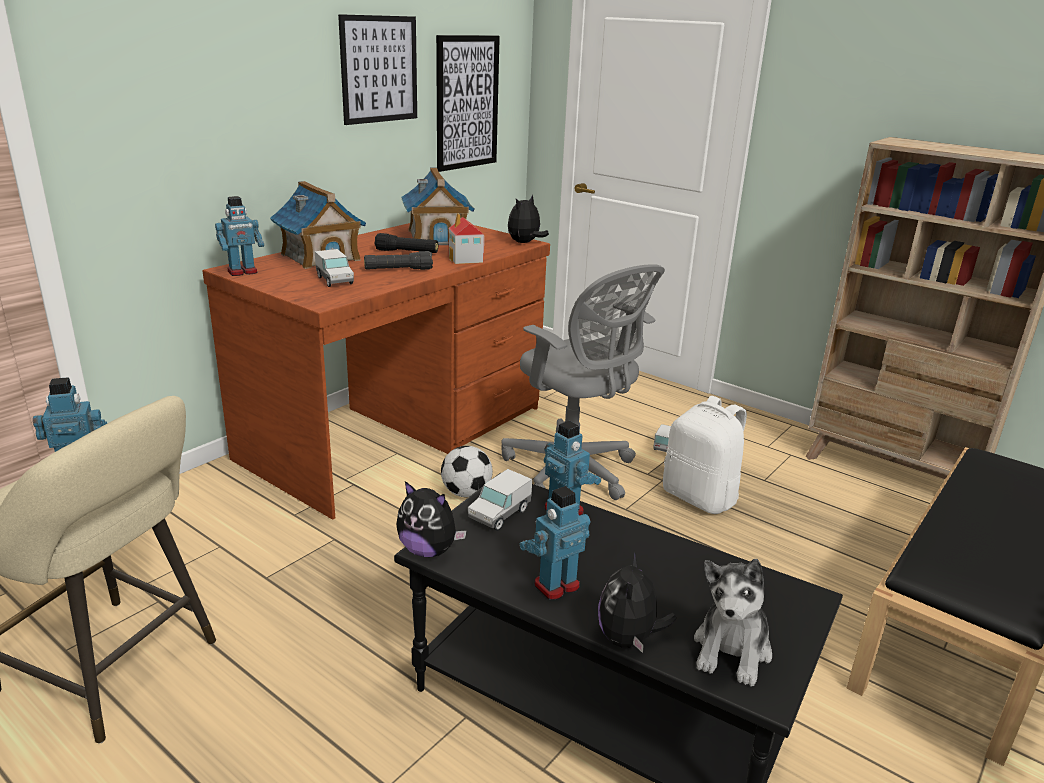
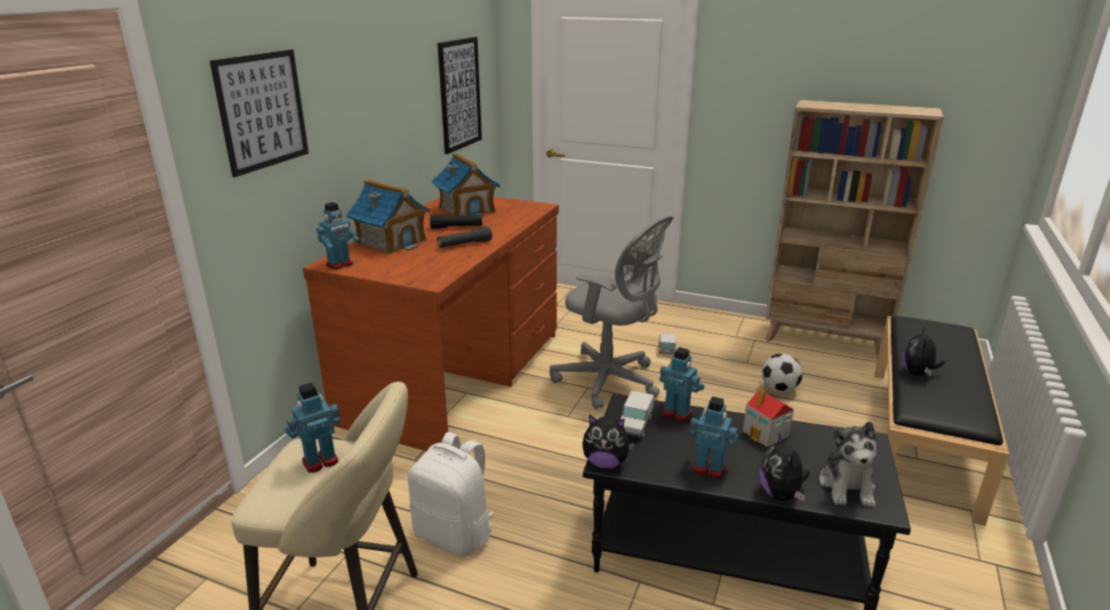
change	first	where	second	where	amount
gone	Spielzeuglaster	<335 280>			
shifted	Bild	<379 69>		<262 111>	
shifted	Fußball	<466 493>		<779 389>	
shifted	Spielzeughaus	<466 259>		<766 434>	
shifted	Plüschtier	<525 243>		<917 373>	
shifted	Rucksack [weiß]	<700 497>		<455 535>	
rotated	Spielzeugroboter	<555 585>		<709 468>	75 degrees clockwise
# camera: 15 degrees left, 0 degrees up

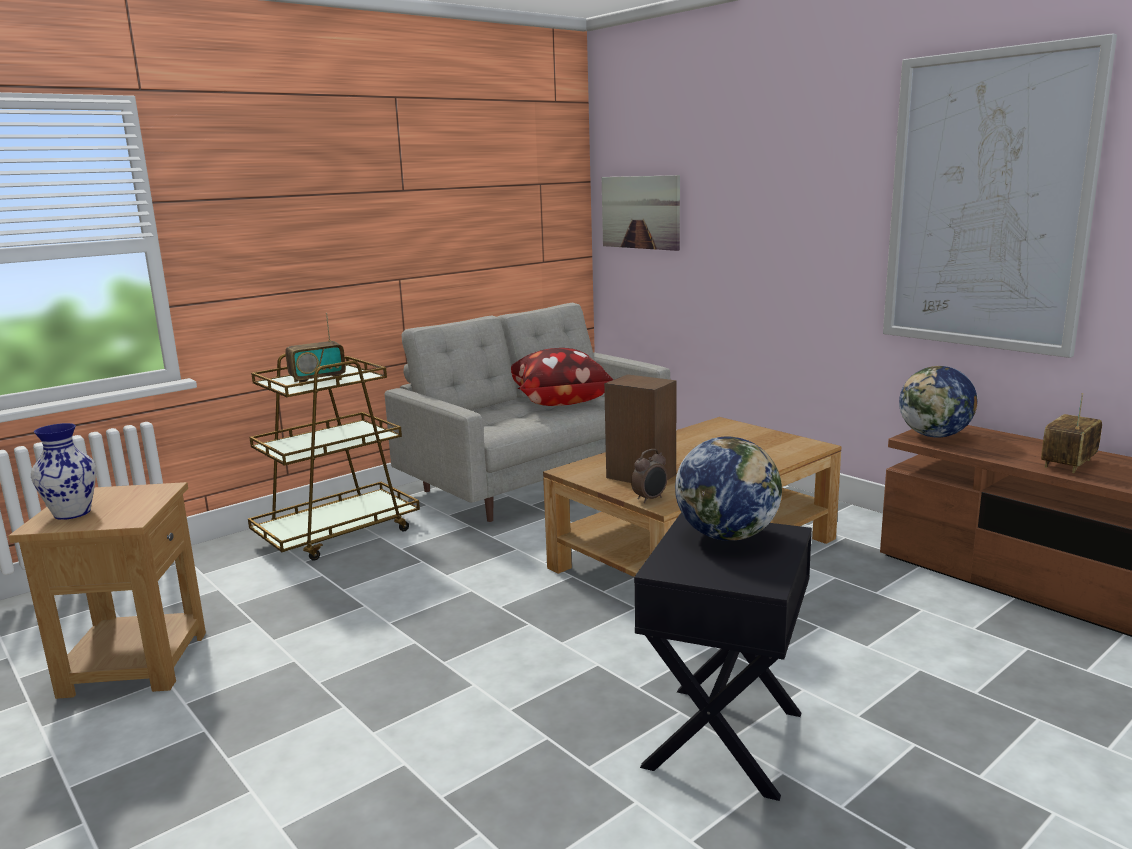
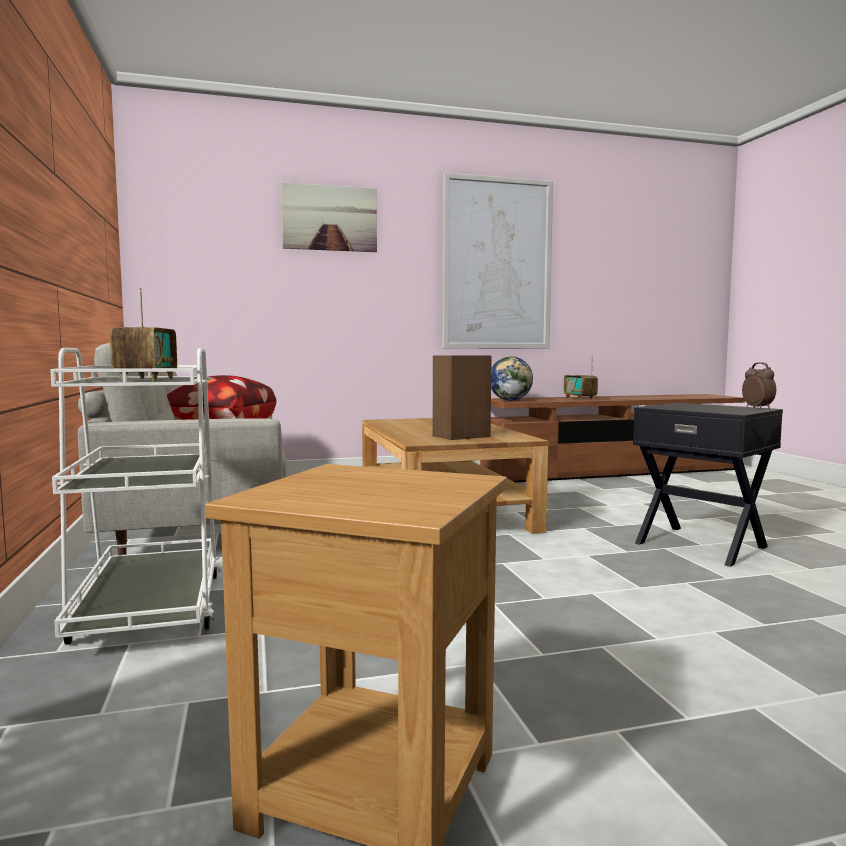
change	first	where	second	where	amount
gone	Vase	<71 513>			
gone	Globus	<727 536>			
shifted	Bild	<640 212>		<329 218>	
shifted	Wecker	<650 499>		<758 408>	
repainted	Rollwagen [braun]	<338 534>	Rollwagen [weiß]	<150 609>	
# camera: 65 degrees left, 10 degrees down

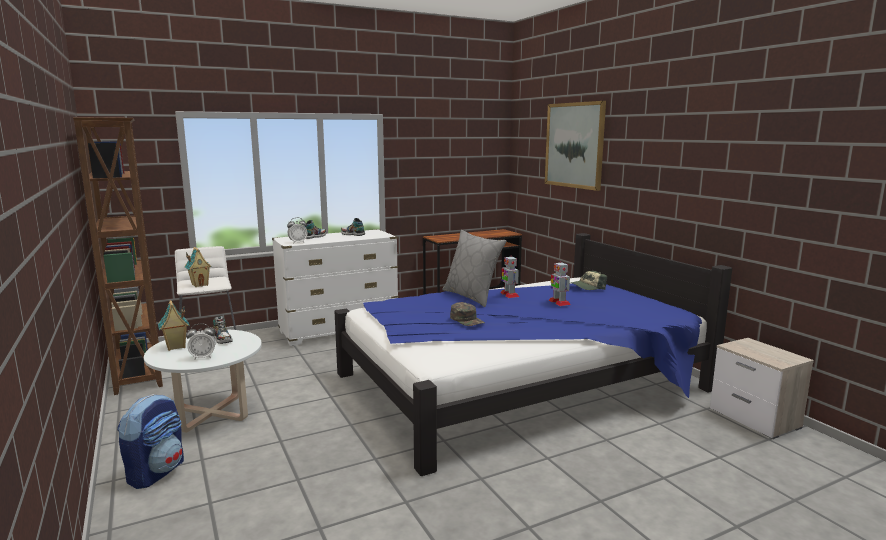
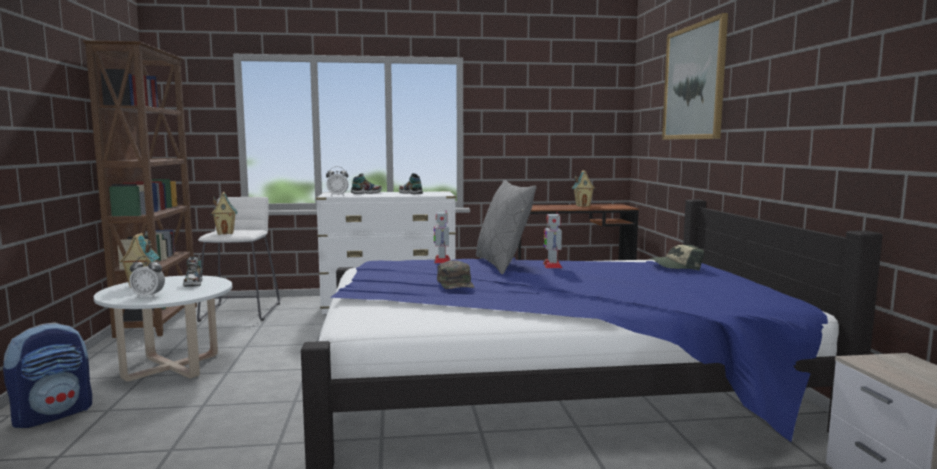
change	first	where	second	where	amount
new			Spielzeughaus	<583 206>	
shifted	Spielzeugroboter	<559 302>		<442 260>	
# camera: 20 degrees right, 5 degrees down

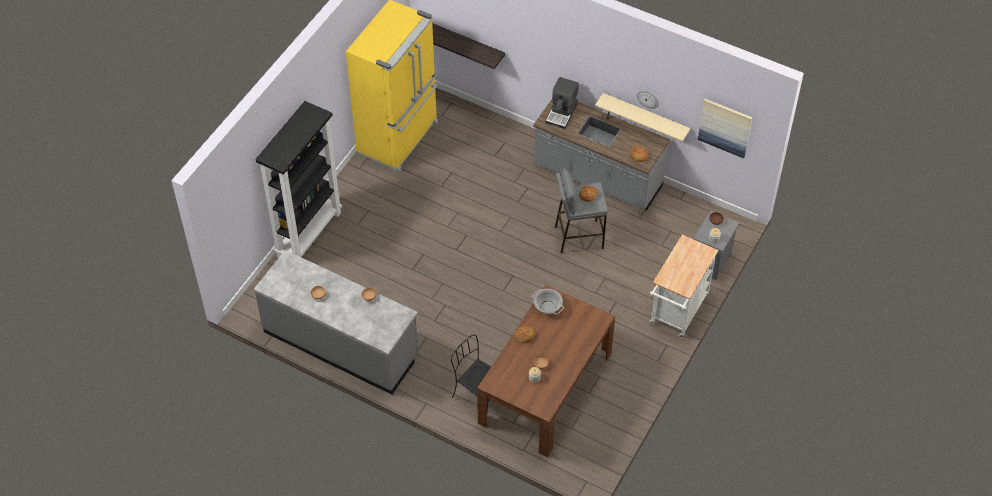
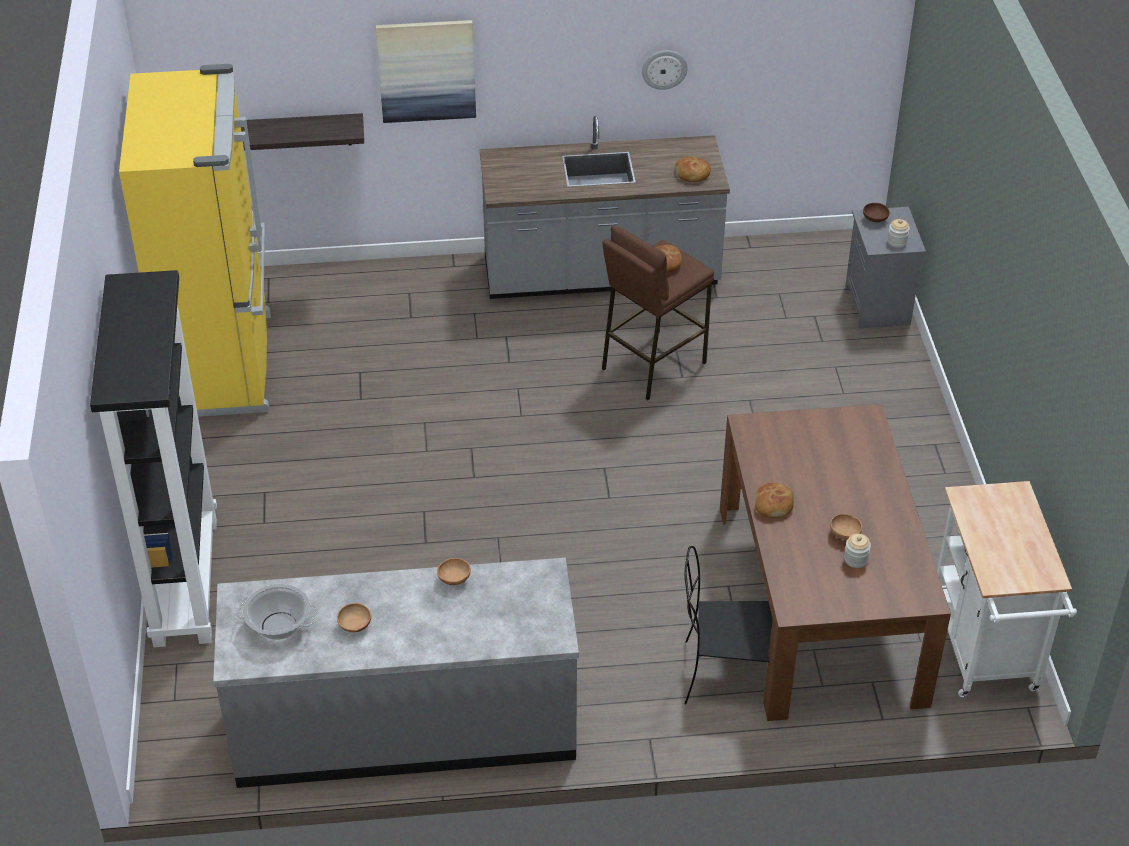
change	first	where	second	where	amount
gone	Kaffeemaschine	<562 113>			
gone	Wandregal [beige]	<645 116>			
shifted	Kochtopf	<547 307>		<278 626>	
shifted	Rollwagen [weiß]	<677 313>		<985 652>	
shifted	Bild	<725 127>		<426 70>	
repainted	Hocker [grau]	<578 237>	Hocker [braun]	<652 365>	
# camera: 35 degrees left, 10 degrees down

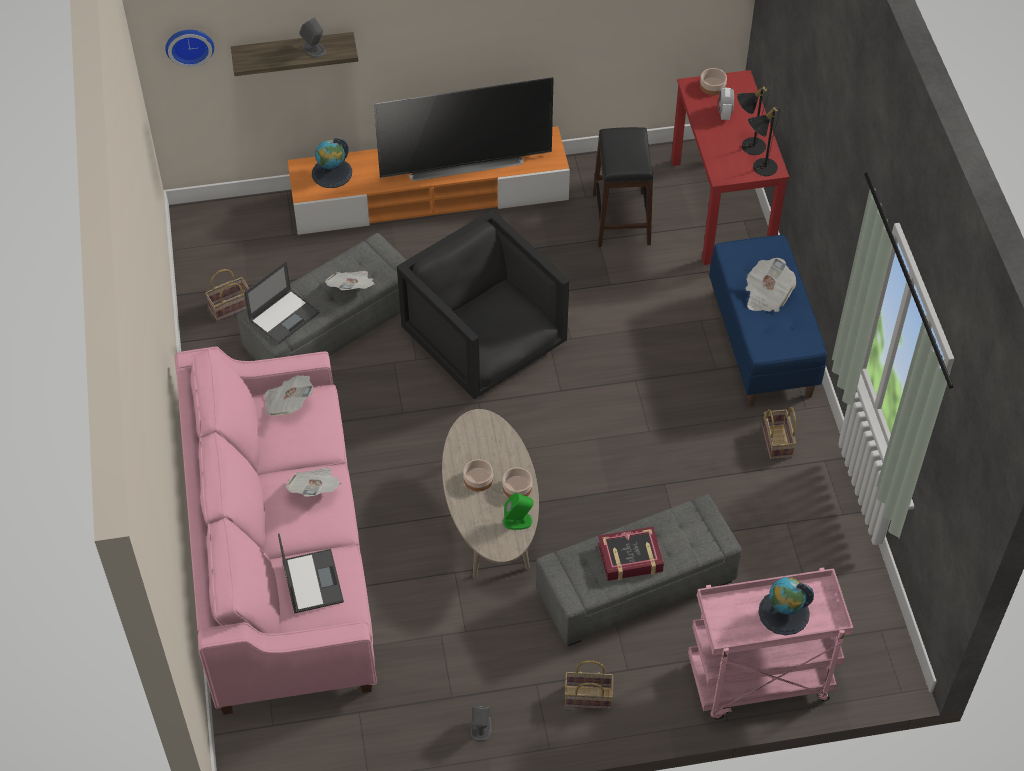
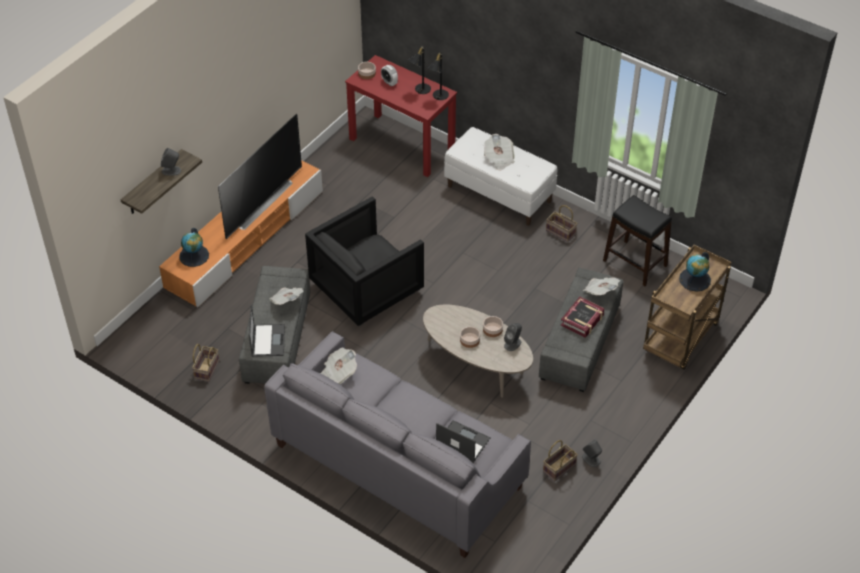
change	first	where	second	where	amount
gone	Wanduhr	<189 45>			
shifted	Zeitung	<315 490>		<600 291>	
shifted	Korb	<586 698>		<559 469>	
shifted	Hocker [schwarz]	<620 219>		<635 263>	
repainted	Sofa [rosa]	<281 558>	Sofa [grau]	<398 465>	
repainted	Lautsprecher [grün]	<518 521>	Lautsprecher [grau]	<512 344>	
repainted	Rollwagen [rosa]	<758 682>	Rollwagen [braun]	<681 340>	
repainted	Bank [blau]	<762 343>	Bank [weiß]	<500 193>	
rotated	Sessel [schwarz]	<485 342>		<367 288>	45 degrees counterclockwise
# camera: 45 degrees left, 5 degrees down

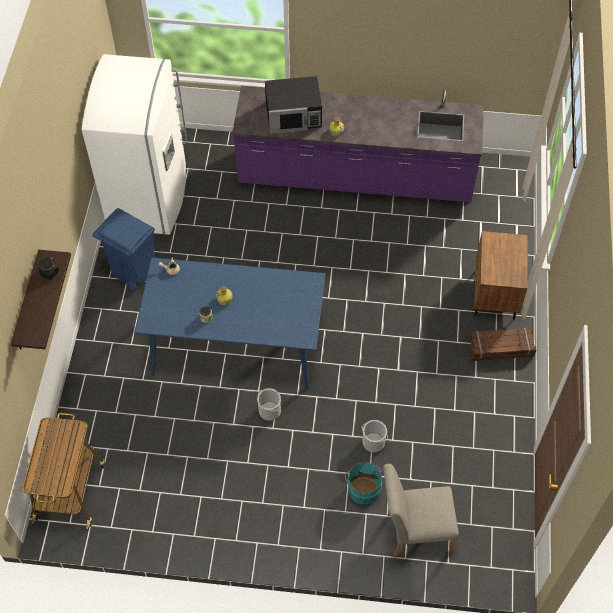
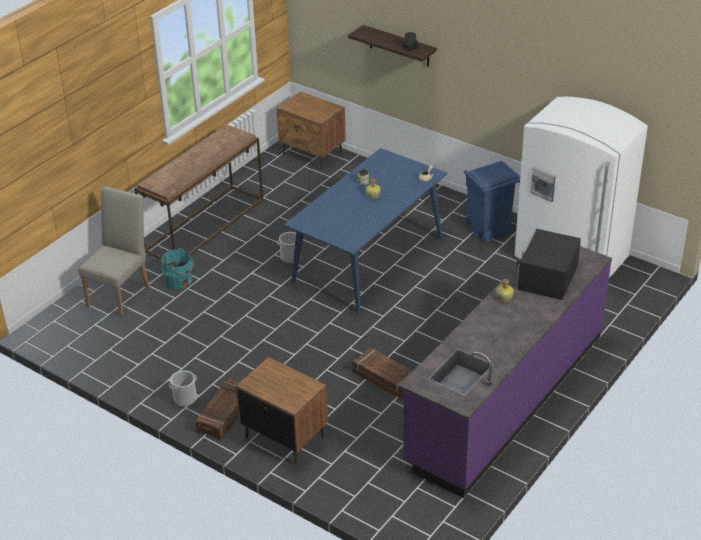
change	first	where	second	where	amount
new			Konsolentisch [braun]	<204 224>	
new			Kiste	<385 379>	
shifted	Eimer	<373 442>		<185 399>	
swapped	Rollwagen	<70 490>	Nachttisch [braun]	<312 154>	
# camera: 120 degrees right, 20 degrees down

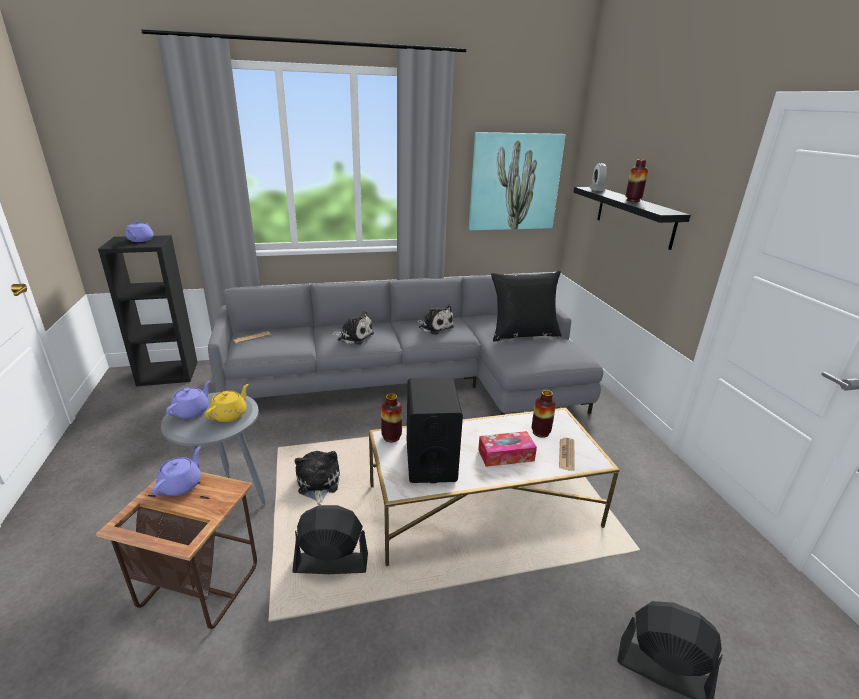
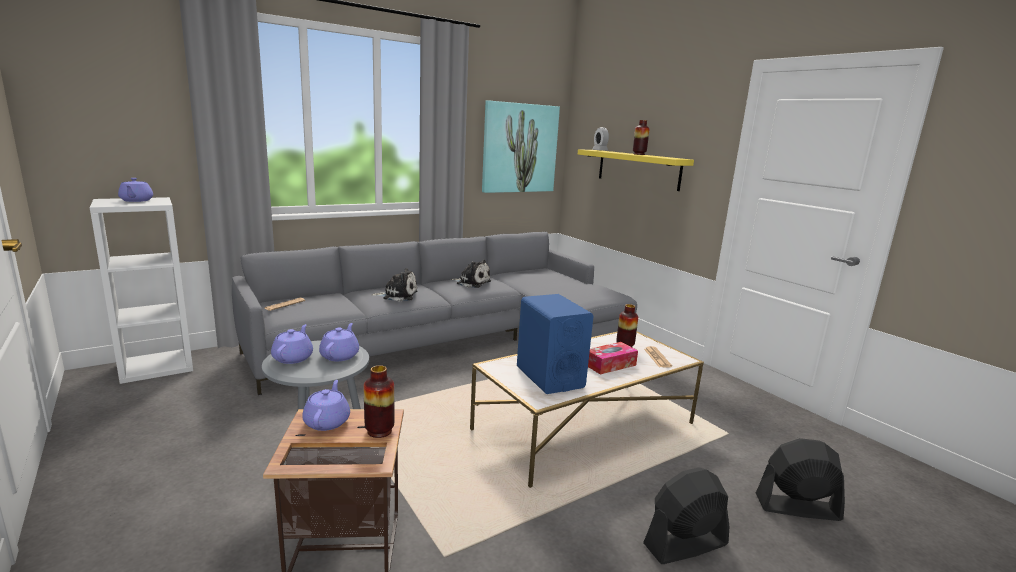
change	first	where	second	where	amount
gone	Plüschtier	<317 484>			
gone	Kissen [schwarz]	<523 334>			
shifted	Ventilator [schwarz]	<330 563>		<685 544>	
shifted	Vase	<391 437>		<379 431>	
repainted	Bücherregal [schwarz]	<169 373>	Bücherregal [weiß]	<157 366>	
repainted	Teekanne [gelb]	<230 414>	Teekanne [lila]	<340 355>	
repainted	Lautsprecher [schwarz]	<430 460>	Lautsprecher [blau]	<549 377>	
repainted	Wandregal [schwarz]	<634 216>	Wandregal [gelb]	<638 169>	
# camera: 20 degrees left, 10 degrees down

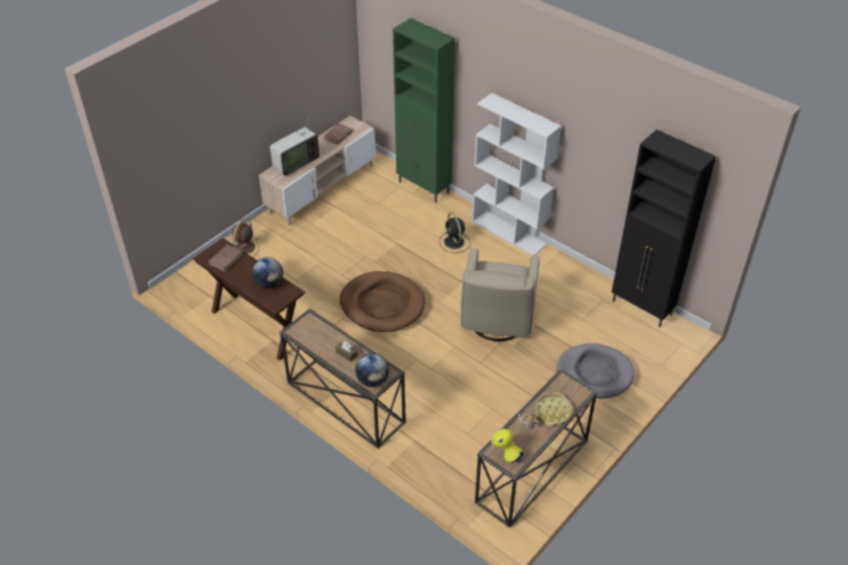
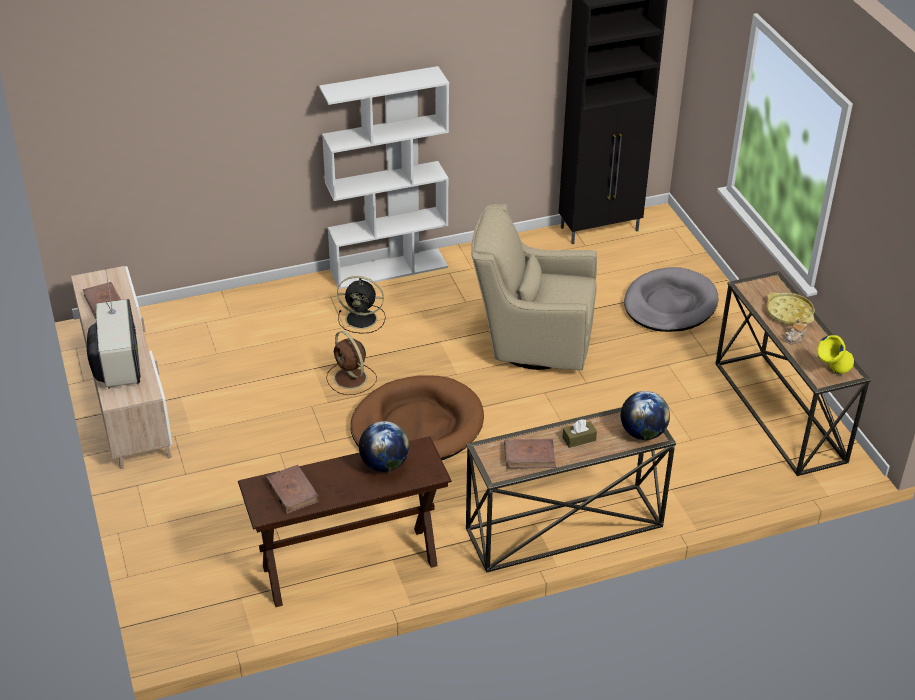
change	first	where	second	where	amount
gone	Schrank [grün]	<424 188>			
new			Buch [braun]	<529 456>	
shifted	Ventilator [braun]	<244 248>		<351 379>	
rotated	Sessel [beige]	<496 322>		<531 342>	150 degrees clockwise
# camera: 60 degrees left, 5 degrees down

